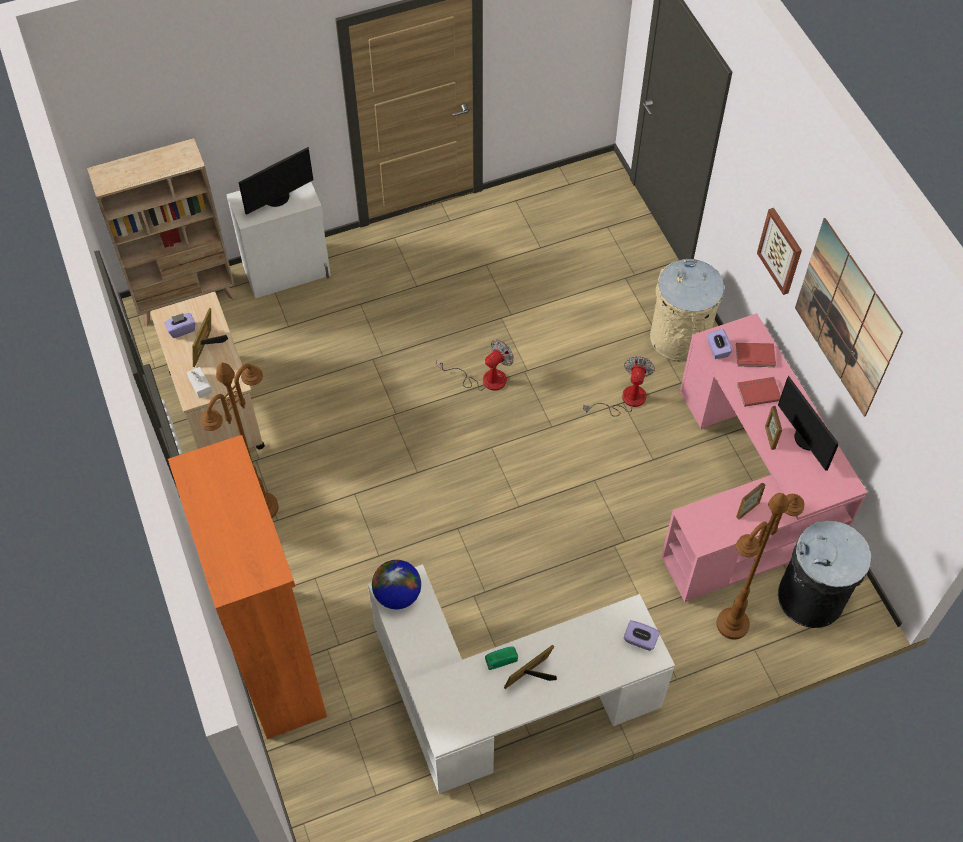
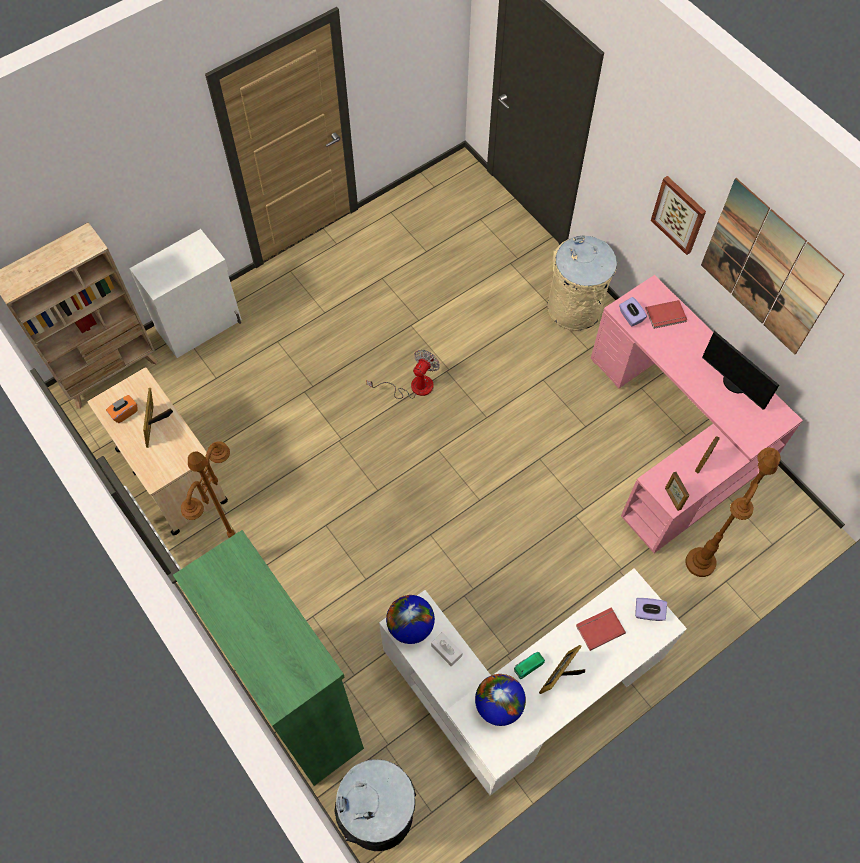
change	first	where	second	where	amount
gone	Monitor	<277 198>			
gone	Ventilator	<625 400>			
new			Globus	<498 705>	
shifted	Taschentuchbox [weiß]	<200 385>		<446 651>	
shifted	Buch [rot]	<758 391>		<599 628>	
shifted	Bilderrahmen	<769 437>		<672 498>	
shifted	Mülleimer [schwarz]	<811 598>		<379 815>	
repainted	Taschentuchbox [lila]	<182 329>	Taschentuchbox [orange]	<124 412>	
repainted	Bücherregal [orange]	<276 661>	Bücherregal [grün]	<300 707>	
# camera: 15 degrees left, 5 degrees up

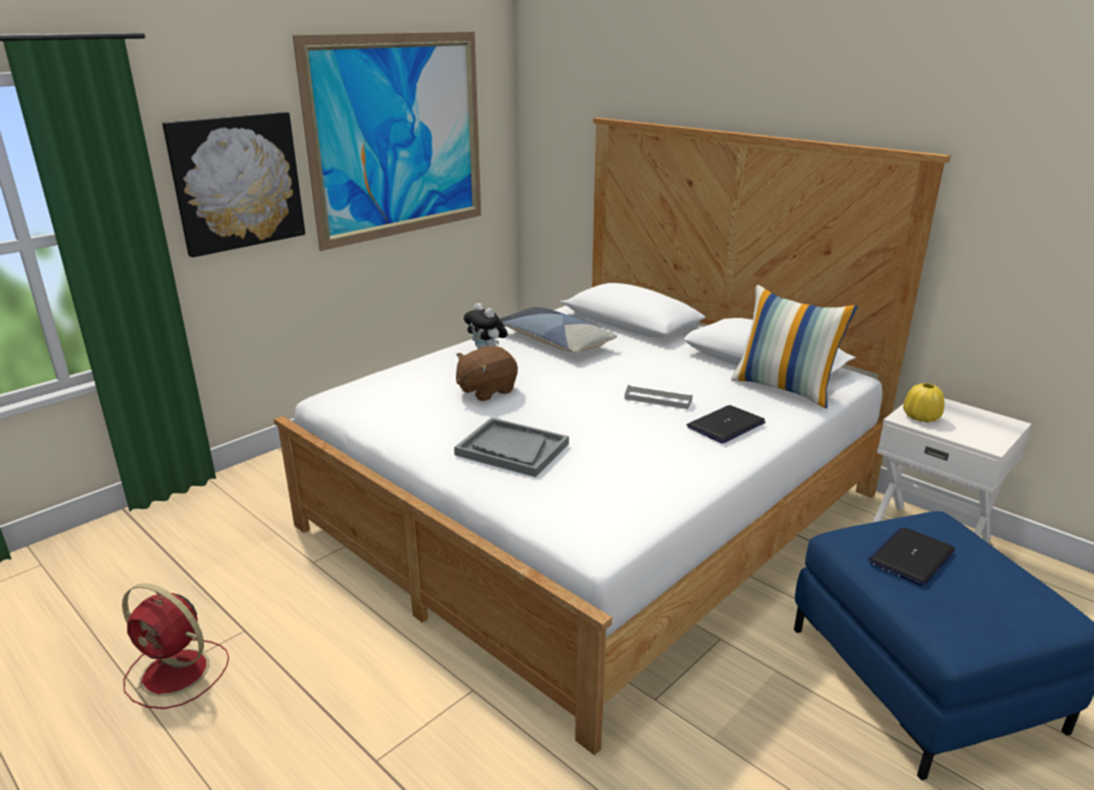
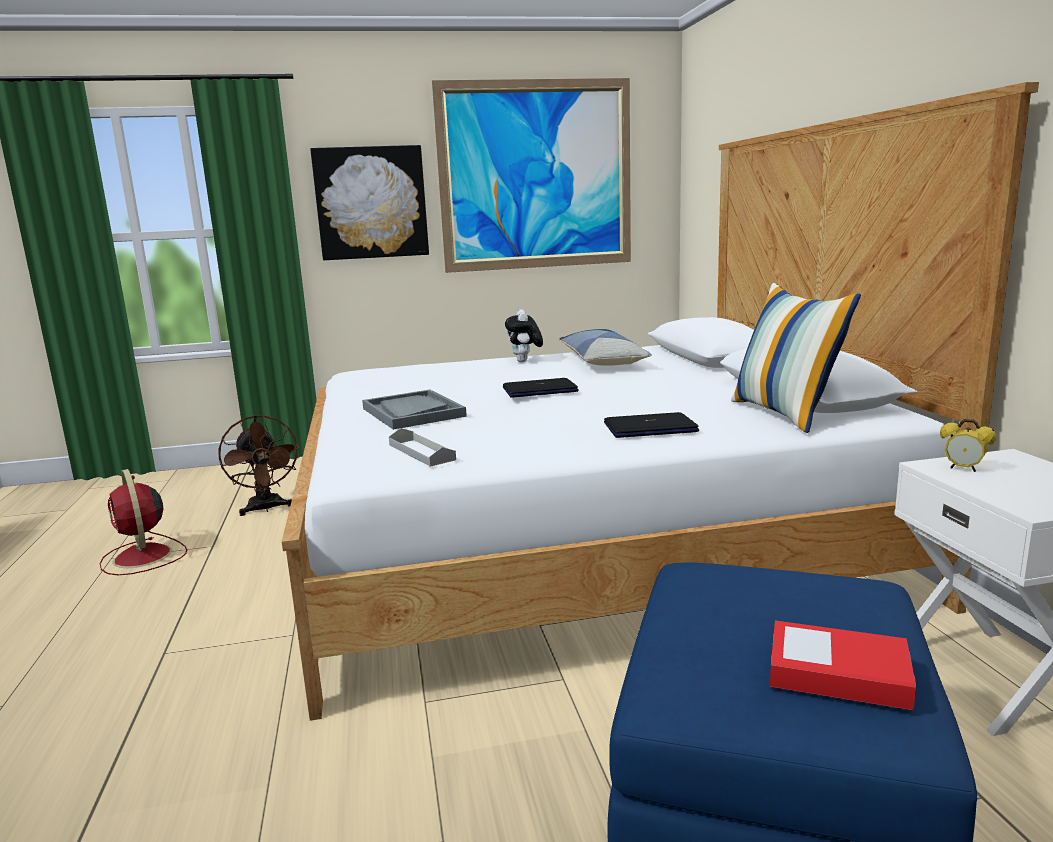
change	first	where	second	where	amount
gone	Plüschtier [braun]	<486 390>			
new			Ventilator [braun]	<266 509>	
new			Buch	<838 675>	
shifted	Tablett [grau]	<658 400>		<421 452>	
shifted	Laptop	<911 557>		<540 390>	
swapped	Vase [gelb]	<921 417>	Wecker	<963 469>	
# camera: 35 degrees right, 10 degrees down

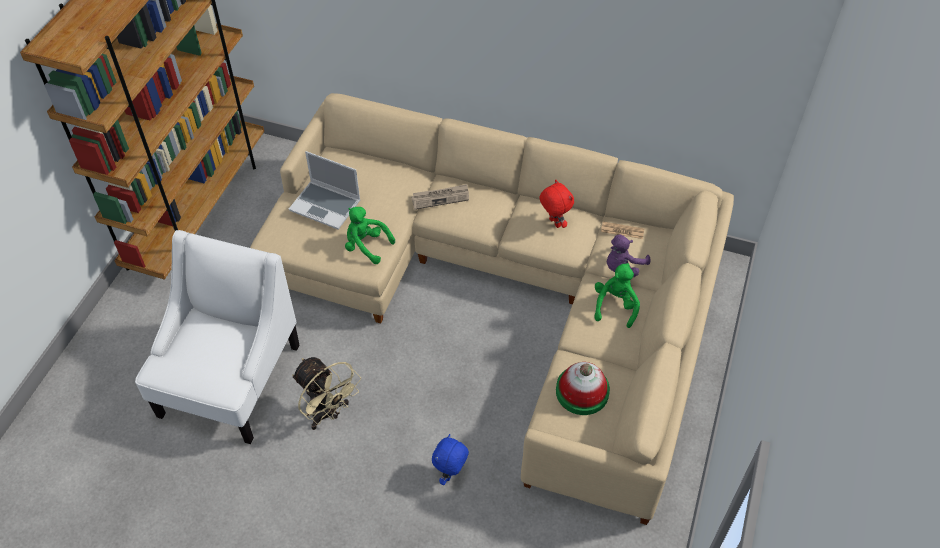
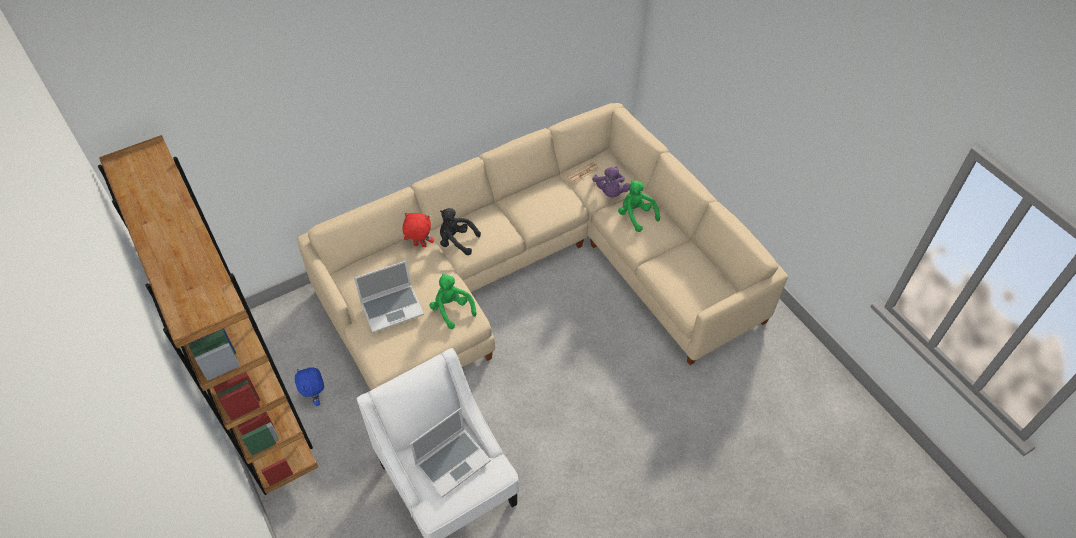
change	first	where	second	where	amount
gone	Ventilator [beige]	<328 413>			
gone	Hut	<582 392>			
new			Laptop	<453 462>	
shifted	Plüschtier [blau]	<450 474>		<316 398>	
shifted	Plüschtier [rot]	<554 223>		<419 246>	
swapped	Zeitung	<440 198>	Plüschtier [schwarz]	<456 241>	
rotated	Plüschtier [grün]	<366 246>		<452 310>	75 degrees clockwise
# camera: 50 degrees left, 0 degrees up

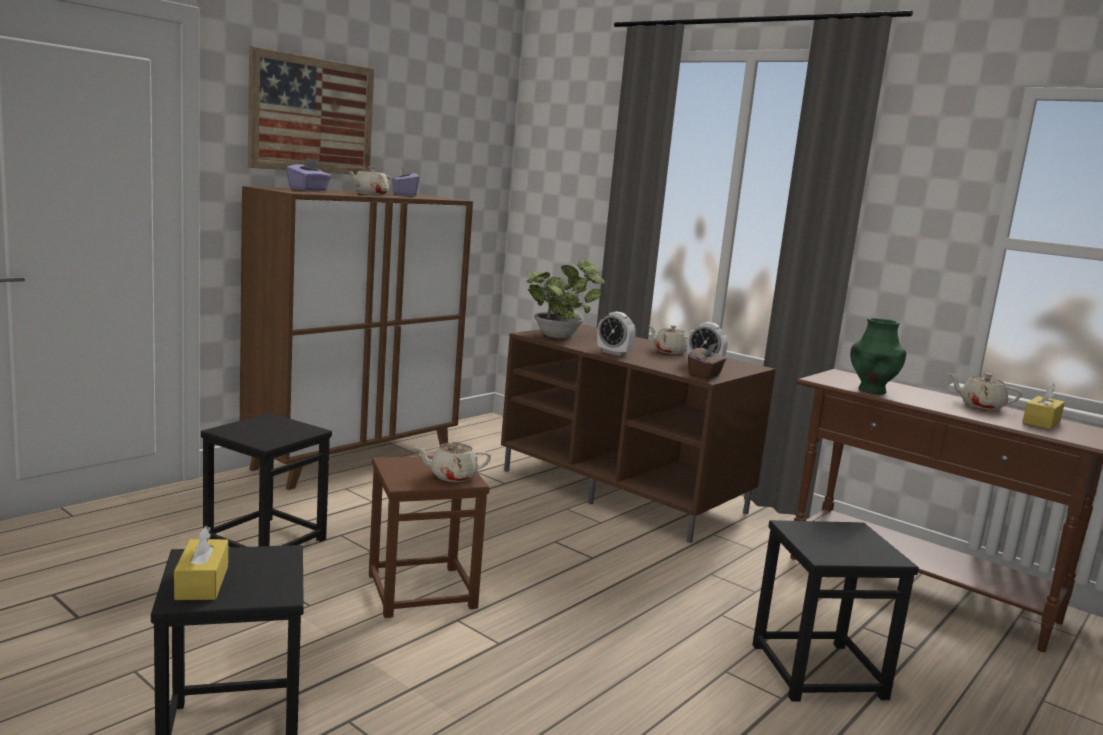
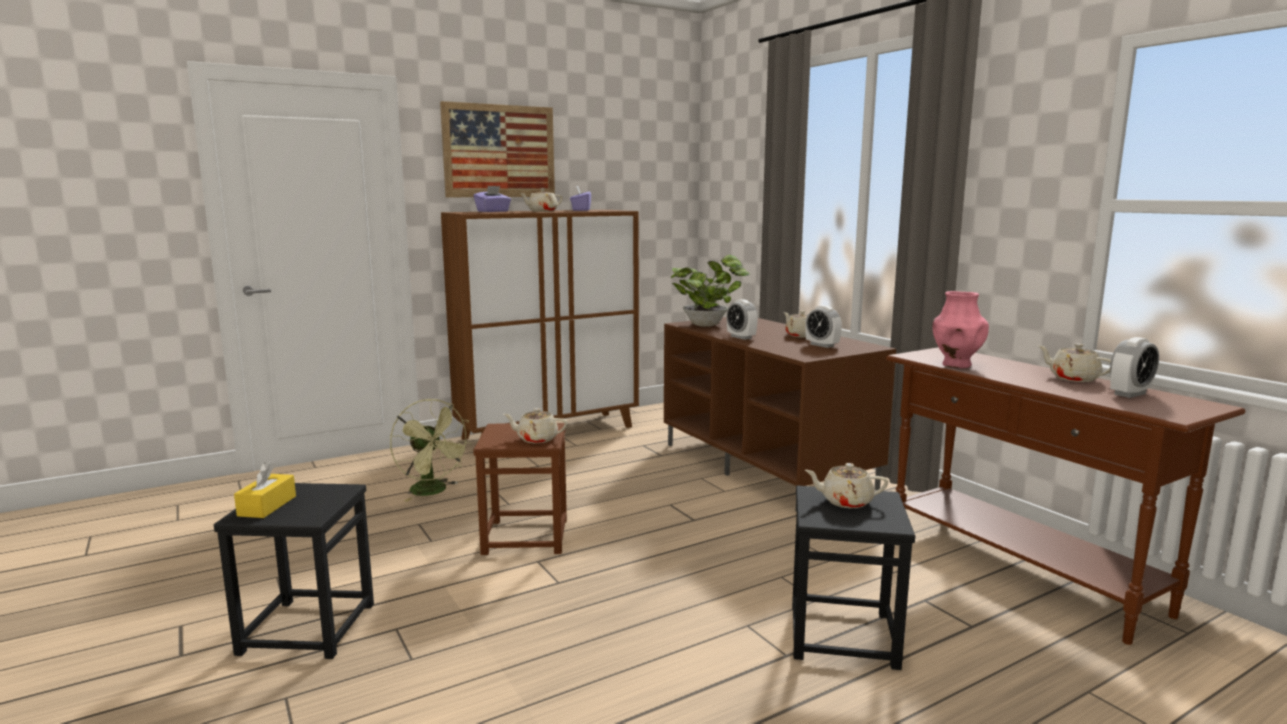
change	first	where	second	where	amount
gone	Taschentuchbox [braun]	<705 375>			
new			Teekanne [beige]	<845 501>	
swapped	Hocker [schwarz]	<265 541>	Ventilator [grün]	<433 491>	
swapped	Taschentuchbox [gelb]	<1041 422>	Wecker	<1129 394>	
repainted	Vase [grün]	<871 391>	Vase [rosa]	<956 365>	
# camera: 20 degrees right, 0 degrees up

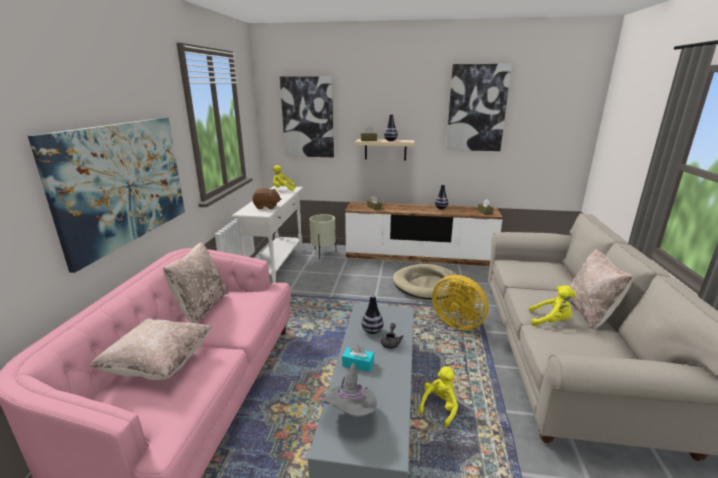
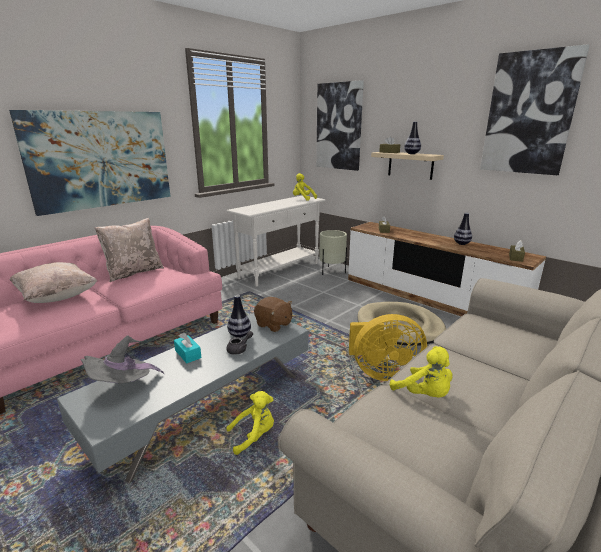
change	first	where	second	where	amount
gone	Kissen [beige]	<589 313>			
shifted	Plüschtier [braun]	<267 207>		<273 325>	
rotated	Ventilator [gelb]	<457 322>		<382 372>	75 degrees counterclockwise
# camera: 35 degrees right, 0 degrees up

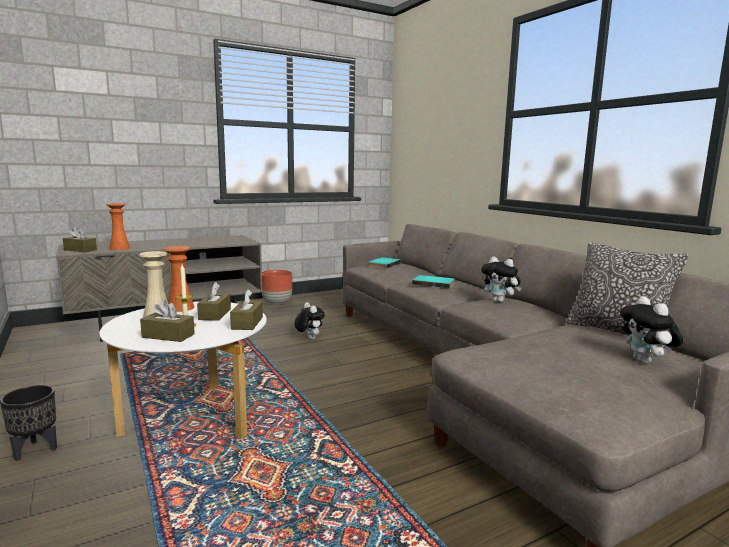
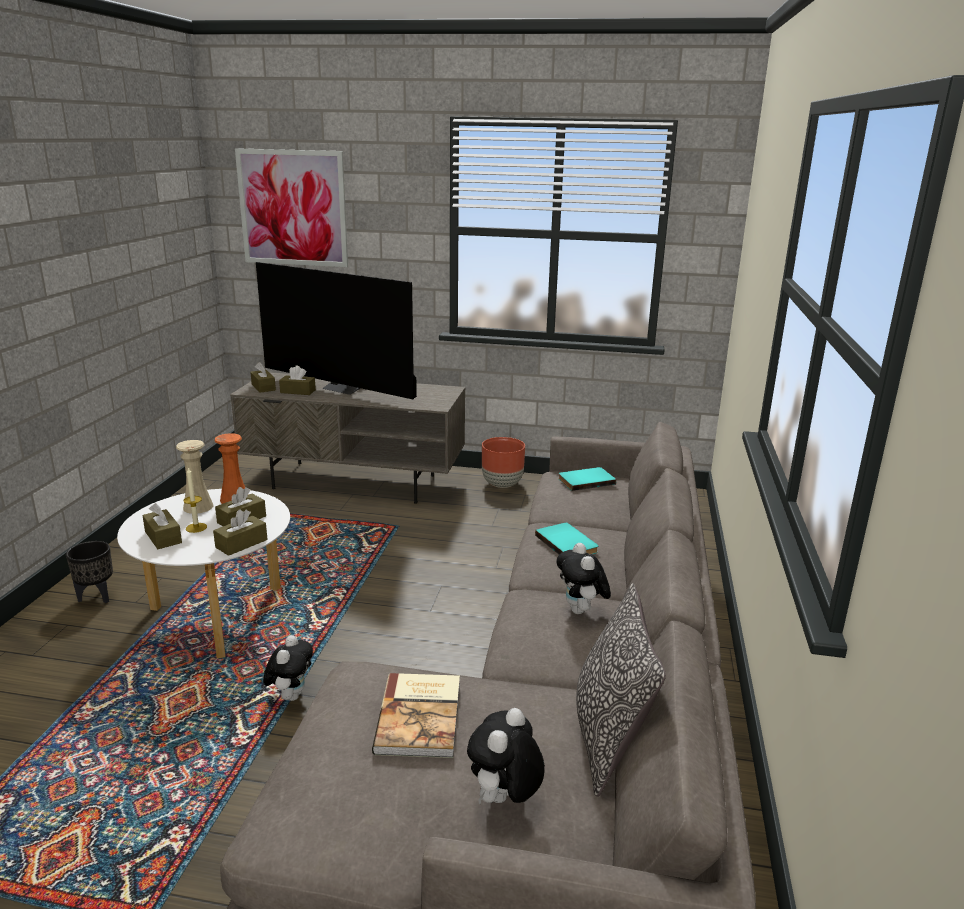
change	first	where	second	where	amount
new			Bild	<293 208>	
new			Fernseher	<344 388>	
new			Buch	<421 716>	
shifted	Plüschtier	<309 338>		<291 695>	
swapped	Vase [orange]	<119 248>	Taschentuchbox [braun]	<298 391>	
# camera: 40 degrees right, 10 degrees up

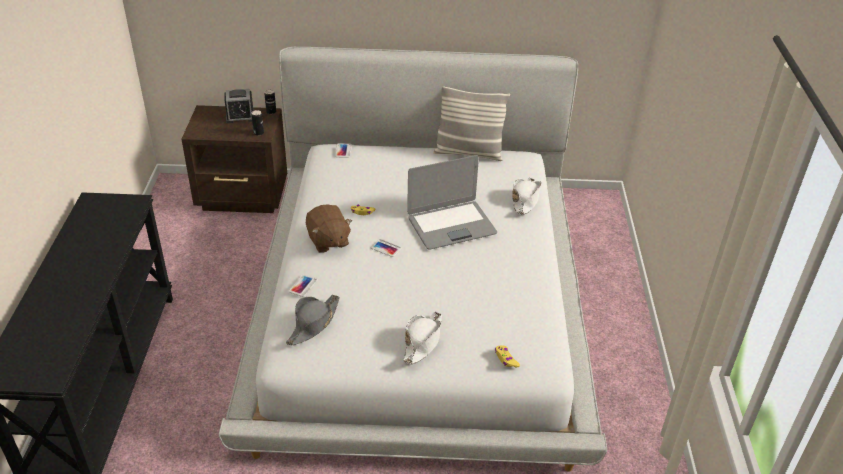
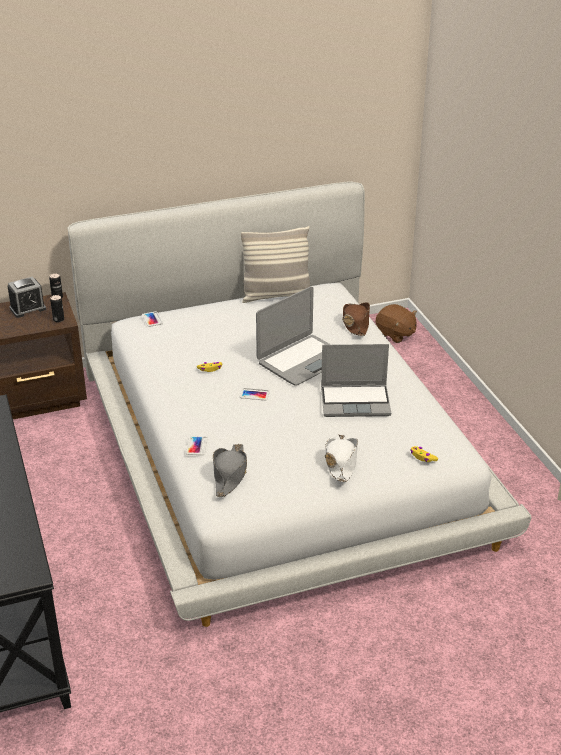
change	first	where	second	where	amount
new			Laptop	<356 401>	
shifted	Plüschtier [braun]	<328 241>		<395 334>	
repainted	Hut [weiß]	<525 199>	Hut [braun]	<355 323>	
# camera: 20 degrees left, 5 degrees down

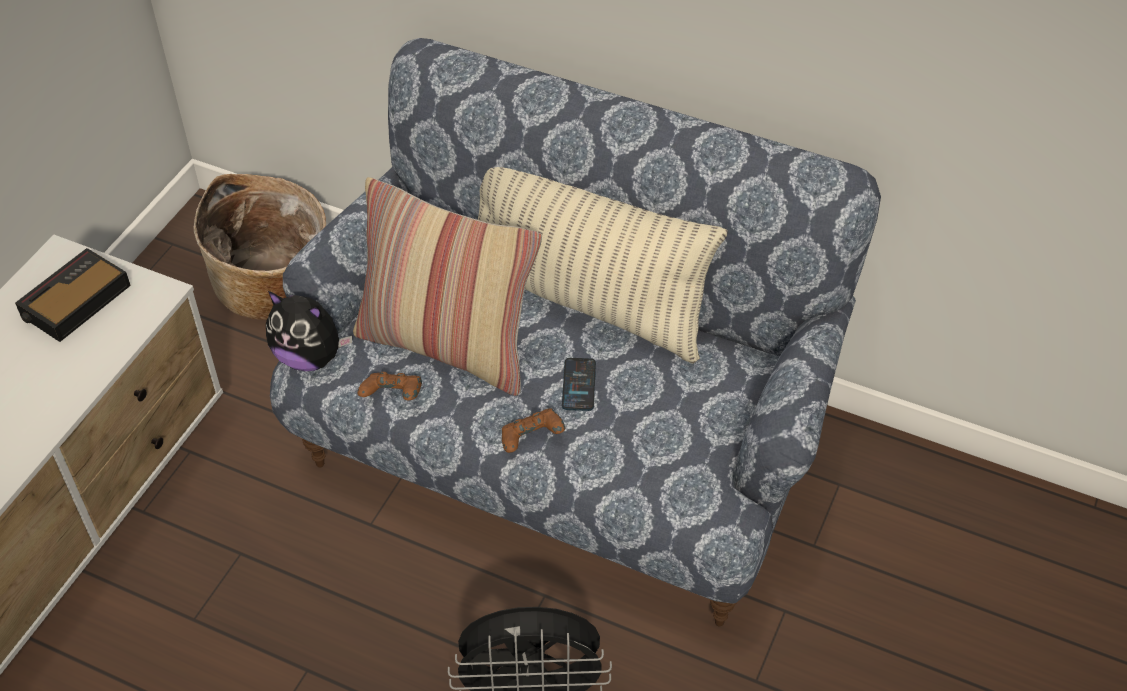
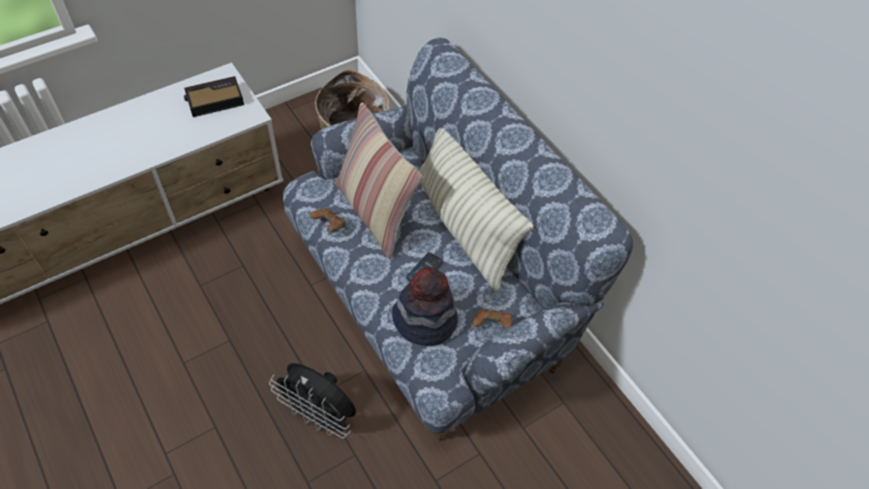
change	first	where	second	where	amount
gone	Plüschtier	<310 357>			
new			Hut	<425 320>	
shifted	Gamepad [braun]	<531 440>		<492 325>	
# camera: 30 degrees right, 5 degrees up

